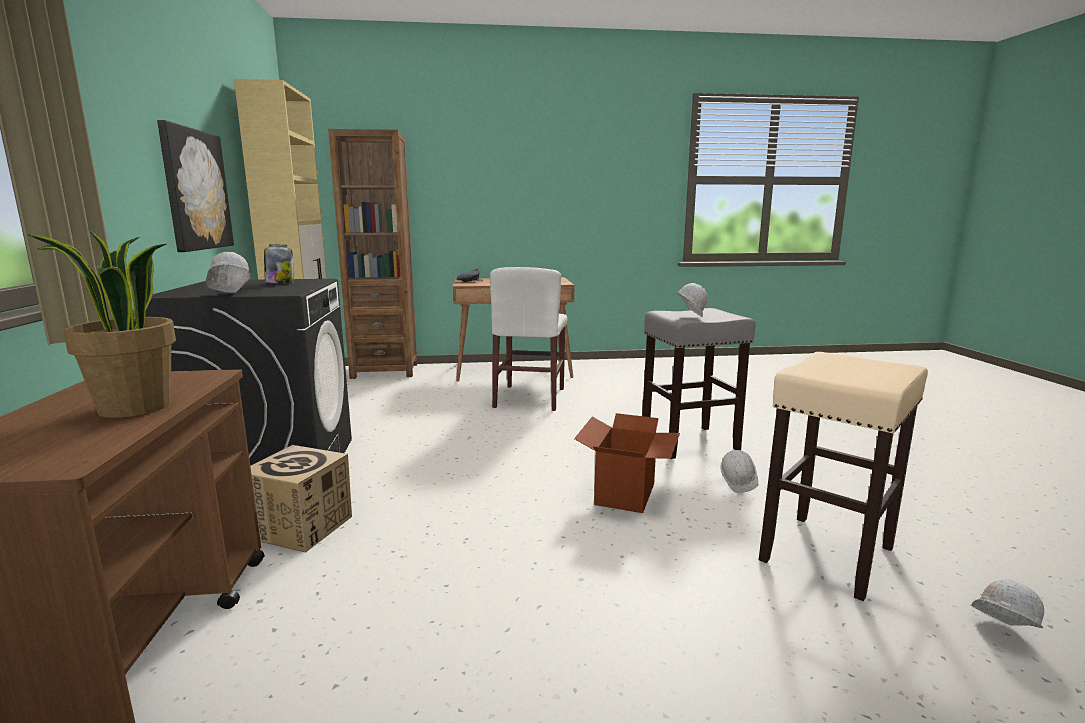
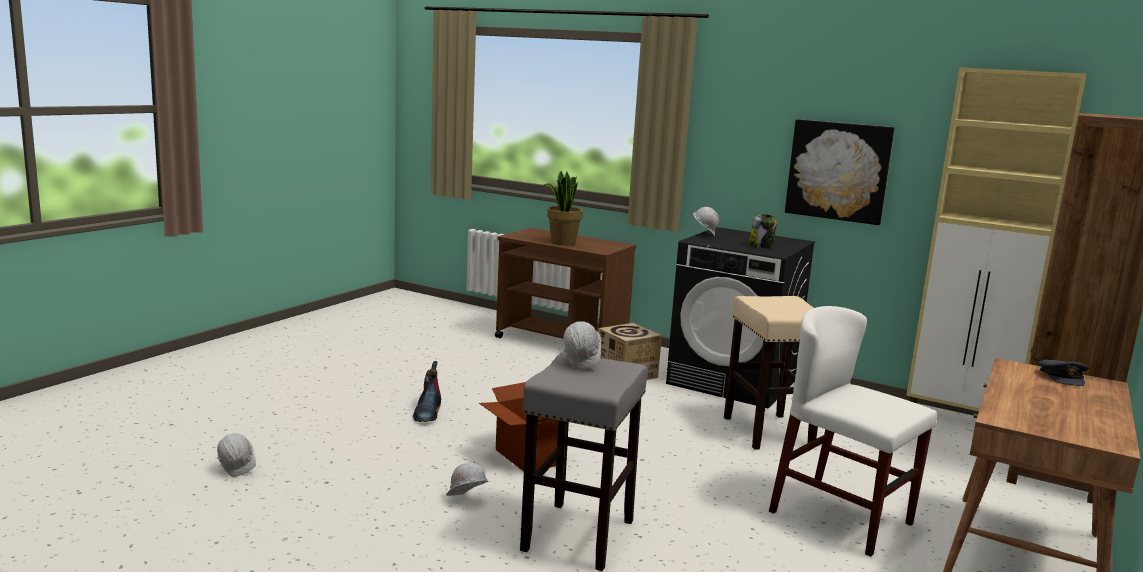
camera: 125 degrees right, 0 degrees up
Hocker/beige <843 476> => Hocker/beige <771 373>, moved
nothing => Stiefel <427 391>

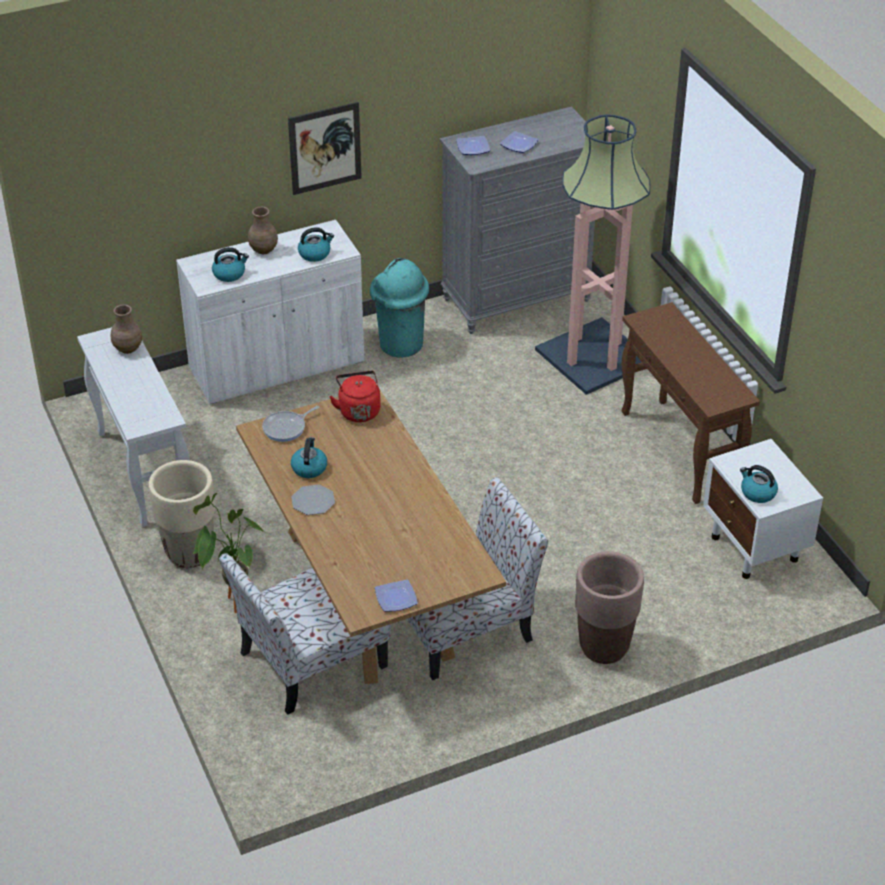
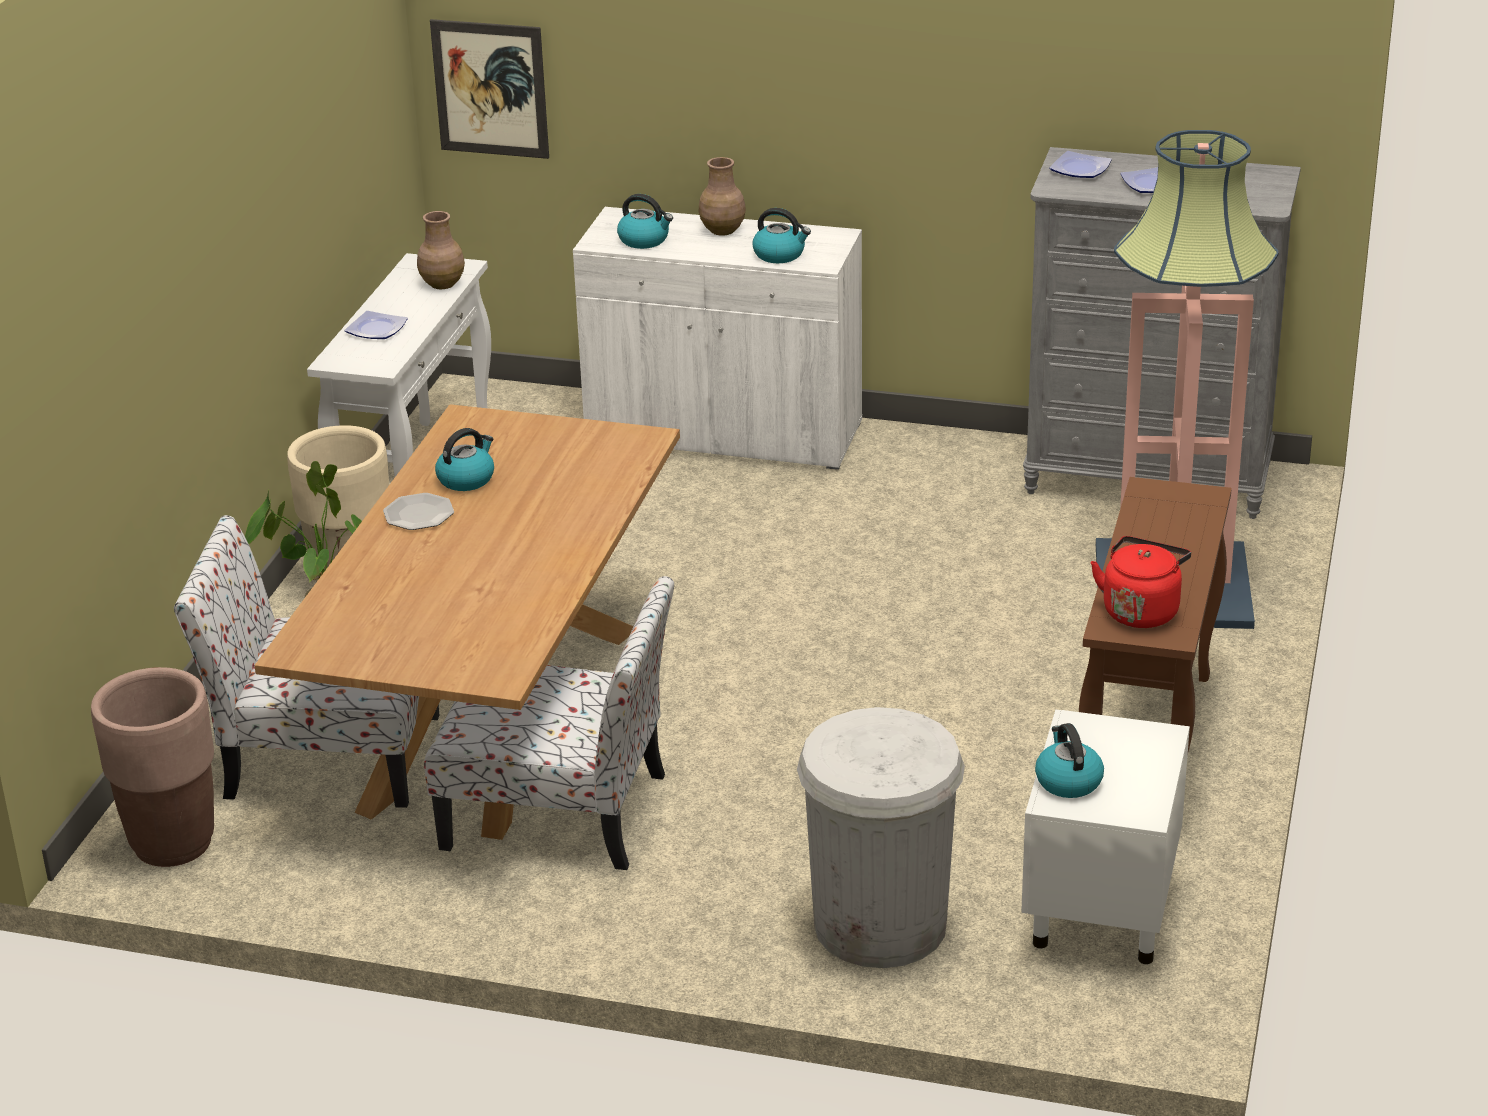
camera: 40 degrees right, 10 degrees down
Pfanne <290 424> => nothing
Bild <325 148> => Bild <489 89>, moved
Wasserkessel/rot <355 396> => Wasserkessel/rot <1141 582>, moved
Mülleimer/türkis <399 308> => nothing
Teller <396 596> => Teller <376 325>, moved
Pflanzkübel/braun <609 607> => Pflanzkübel/braun <152 767>, moved
nothing => Mülleimer/weiß <881 837>

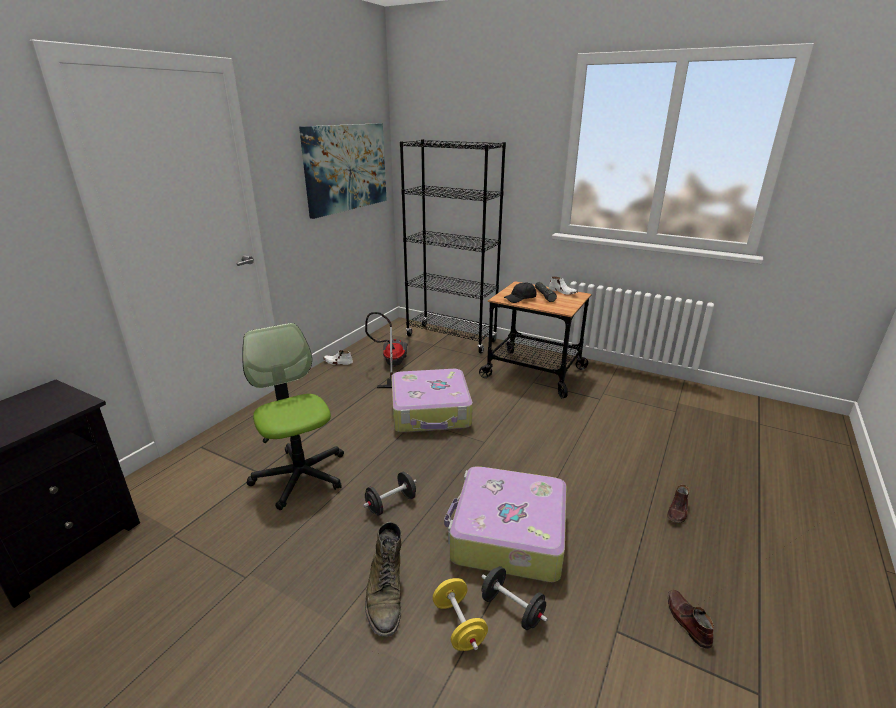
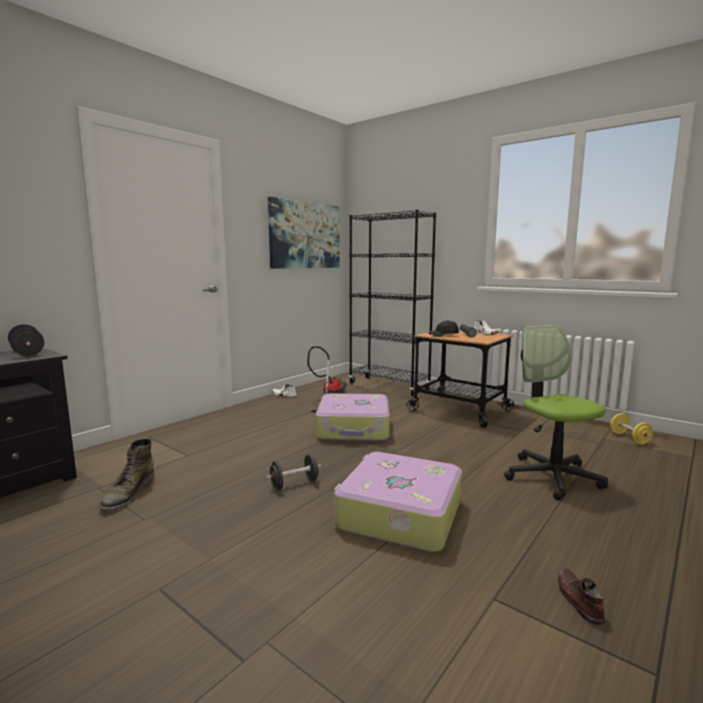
camera: 10 degrees right, 15 degrees down
Bürostuhl <293 416> => Bürostuhl <556 412>, moved
Stiefel/grün <383 579> => Stiefel/grün <127 474>, moved
Hantel/gelb <460 614> => Hantel/gelb <631 428>, moved
Hantel/schwarz <514 598> => Hantel/schwarz <26 340>, moved
Schuh/braun <678 504> => nothing

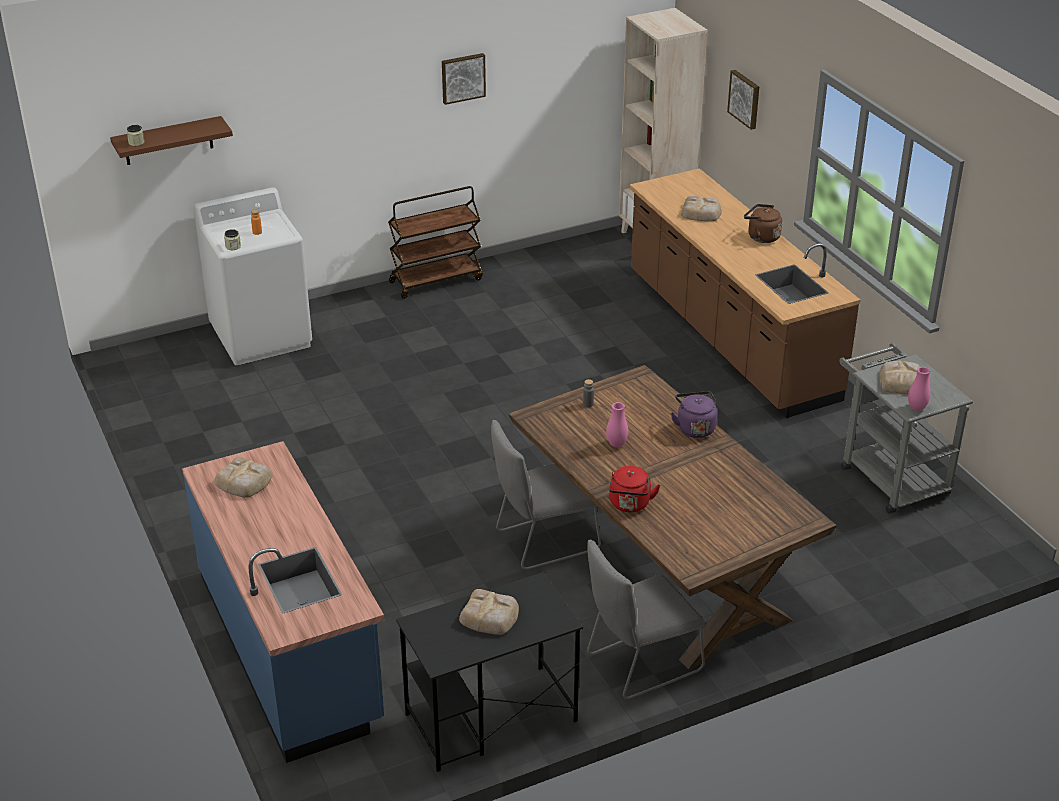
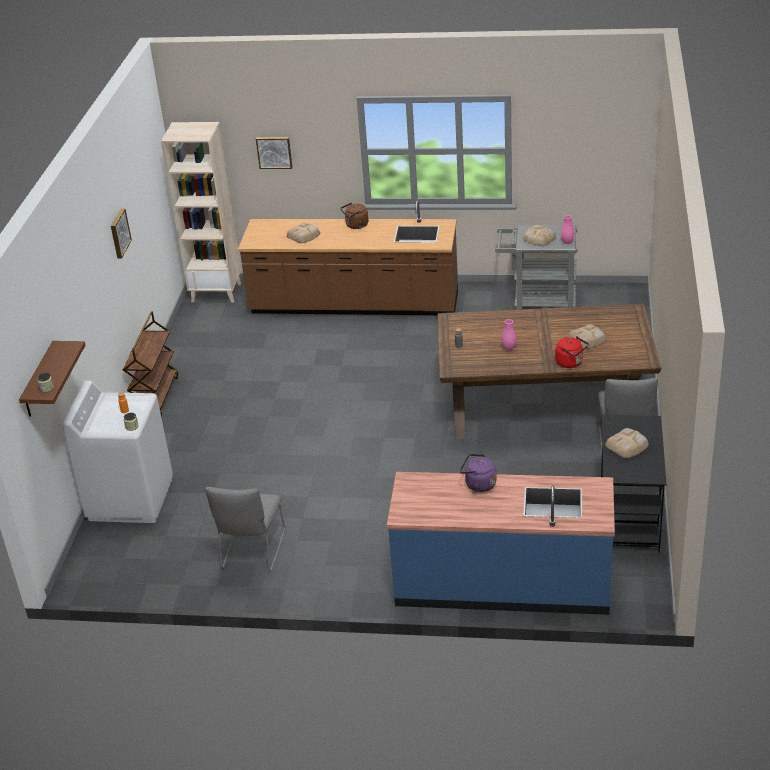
camera: 55 degrees left, 0 degrees up
Brot <243 477> => Brot <587 336>, moved
Stuhl/grau <546 495> => Stuhl/grau <245 529>, moved
Wasserkessel/lila <694 414> => Wasserkessel/lila <478 473>, moved

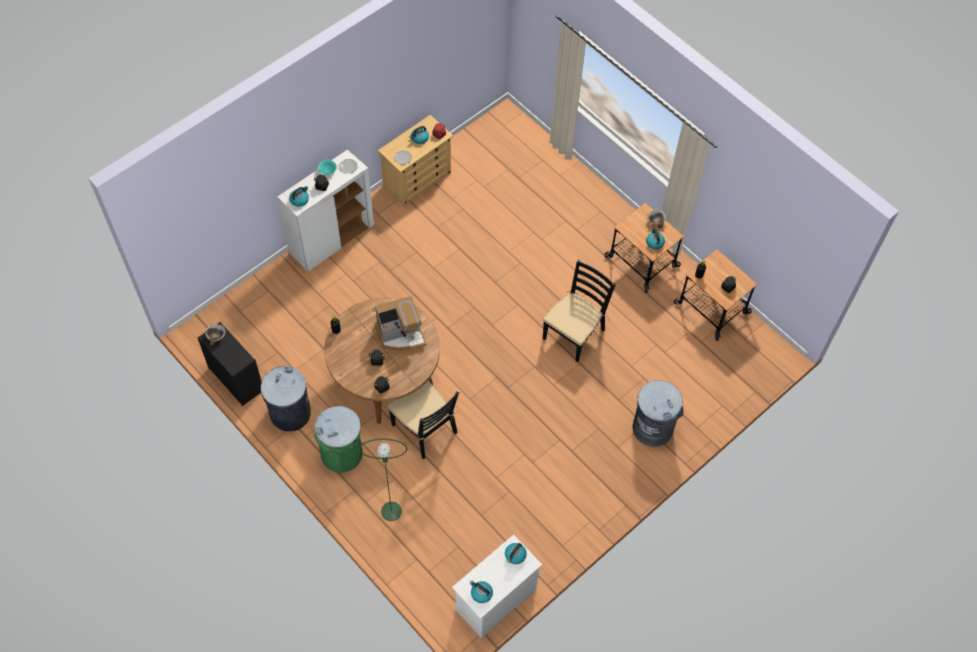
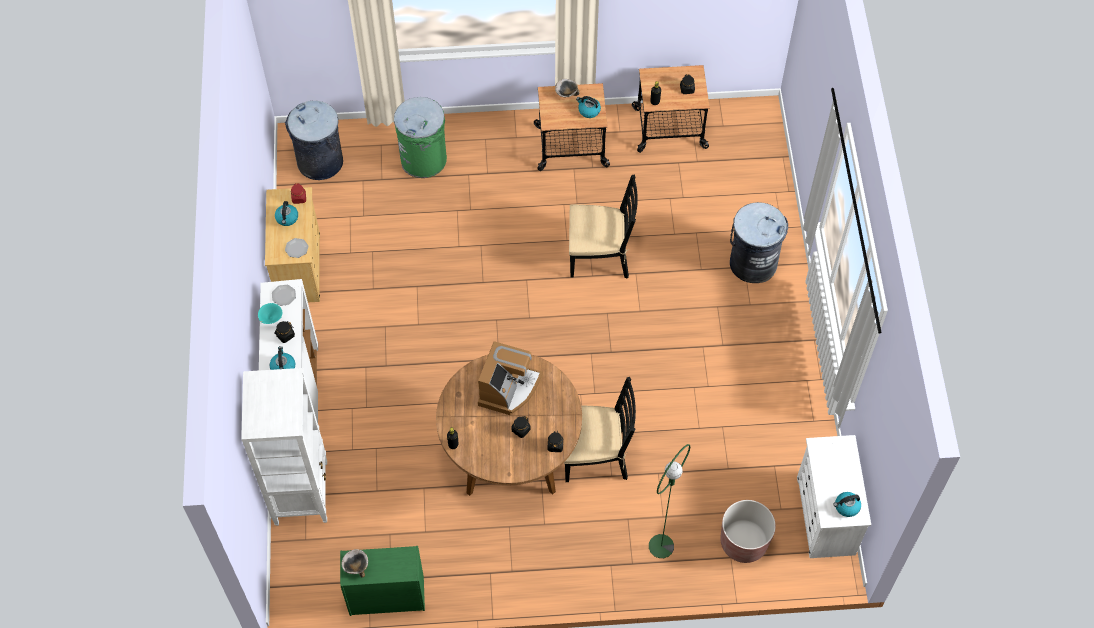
camera: 50 degrees left, 0 degrees up
Kommode/schwarz <230 364> => Kommode/grün <382 581>
Mülleimer/grau <285 398> => Mülleimer/grau <314 140>, moved
Mülleimer/grün <339 439> => Mülleimer/grün <420 137>, moved
Wasserkessel <515 553> => nothing
Stuhl/schwarz <579 311> => Stuhl/schwarz <603 227>, 105 degrees clockwise
nothing => Bücherregal/weiß <284 447>
nothing => Pflanzkübel/braun <748 531>

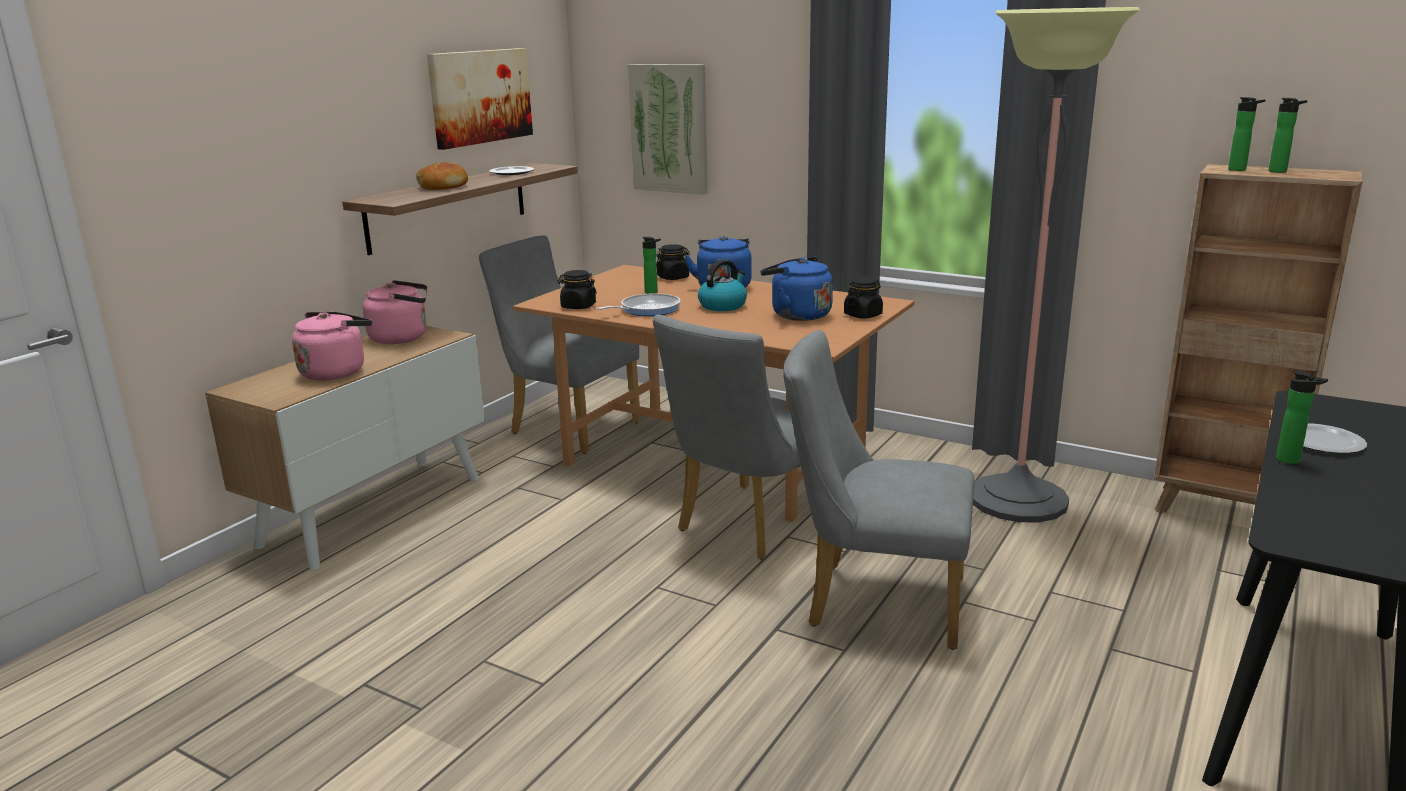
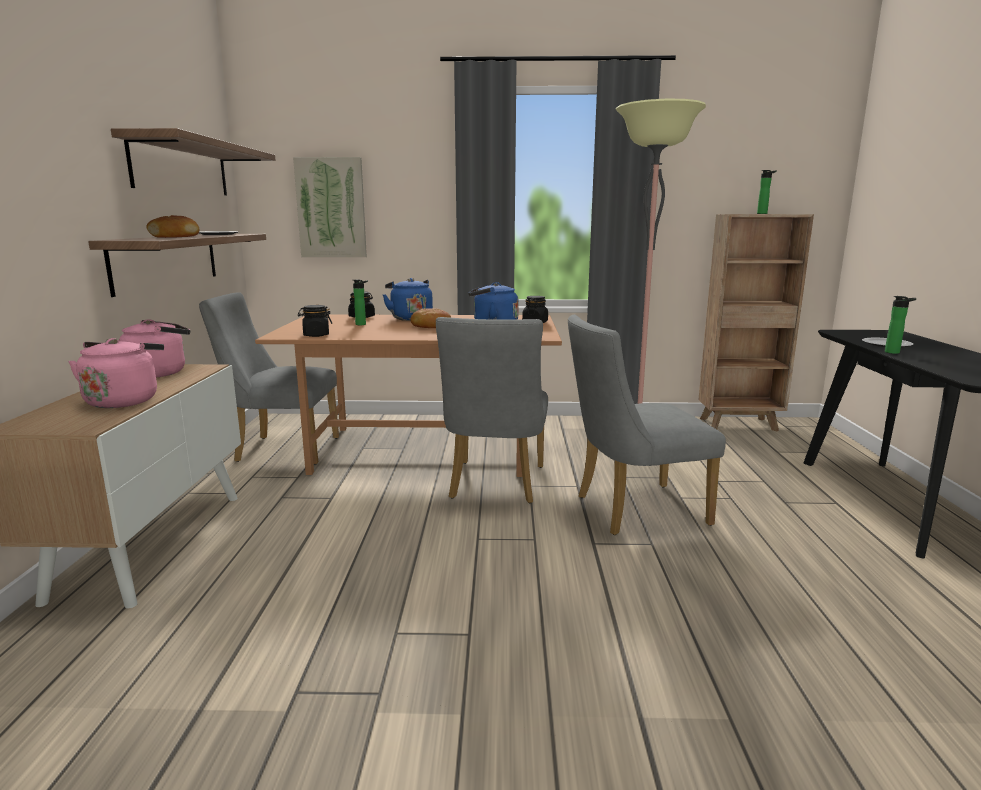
camera: 30 degrees left, 5 degrees down
Bild <480 99> => Wandregal <193 161>
Pfanne <638 304> => nothing
Wasserkessel <722 285> => Brot <430 318>
Flasche <1247 134> => nothing

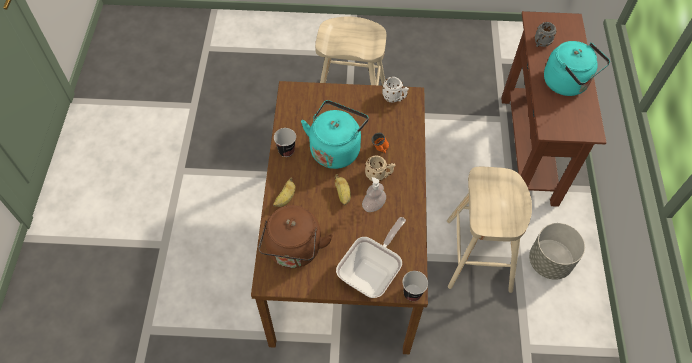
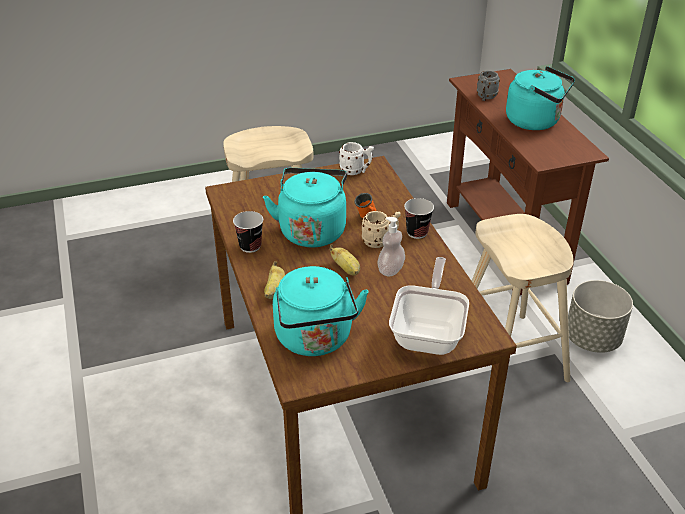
camera: 20 degrees left, 20 degrees down
Wasserkessel/braun <295 236> => Wasserkessel/türkis <321 311>
Tasse <415 286> => Tasse <419 218>, moved

